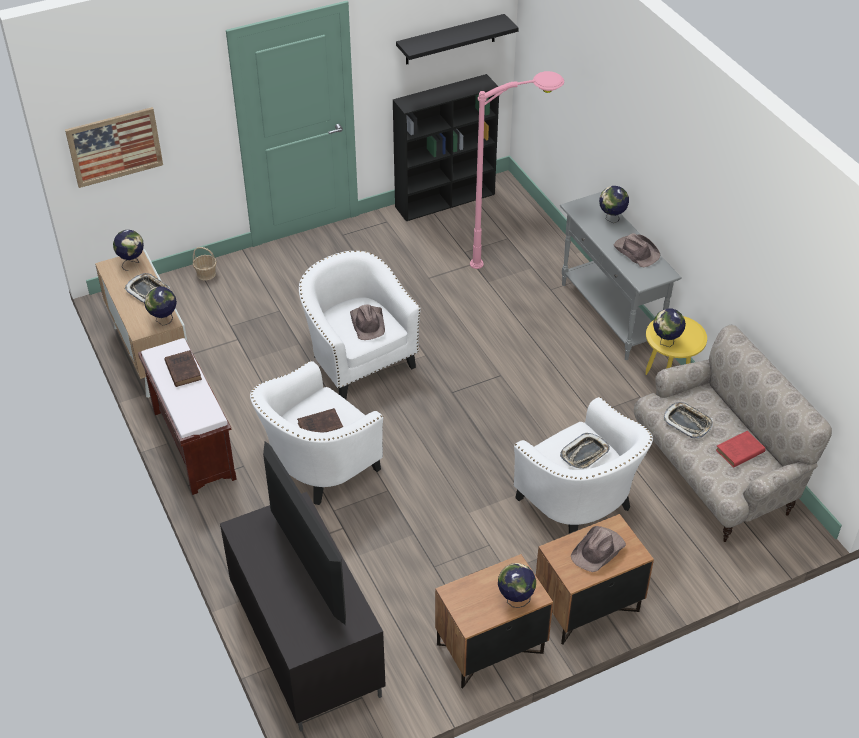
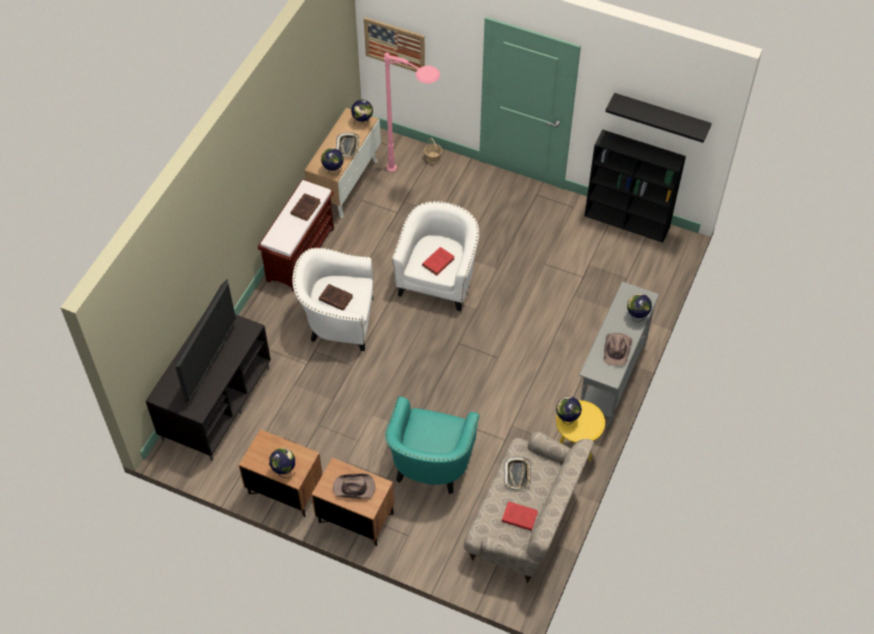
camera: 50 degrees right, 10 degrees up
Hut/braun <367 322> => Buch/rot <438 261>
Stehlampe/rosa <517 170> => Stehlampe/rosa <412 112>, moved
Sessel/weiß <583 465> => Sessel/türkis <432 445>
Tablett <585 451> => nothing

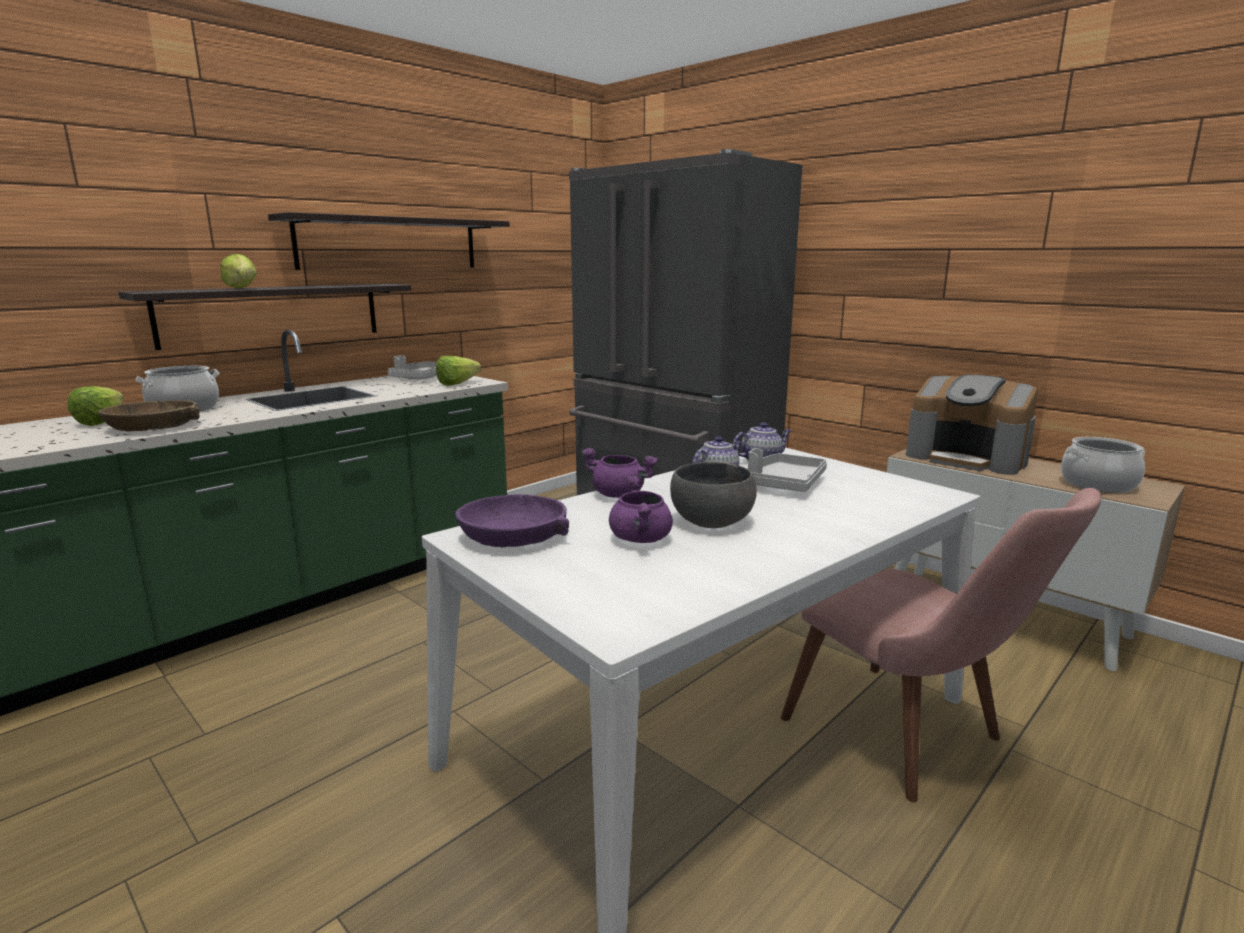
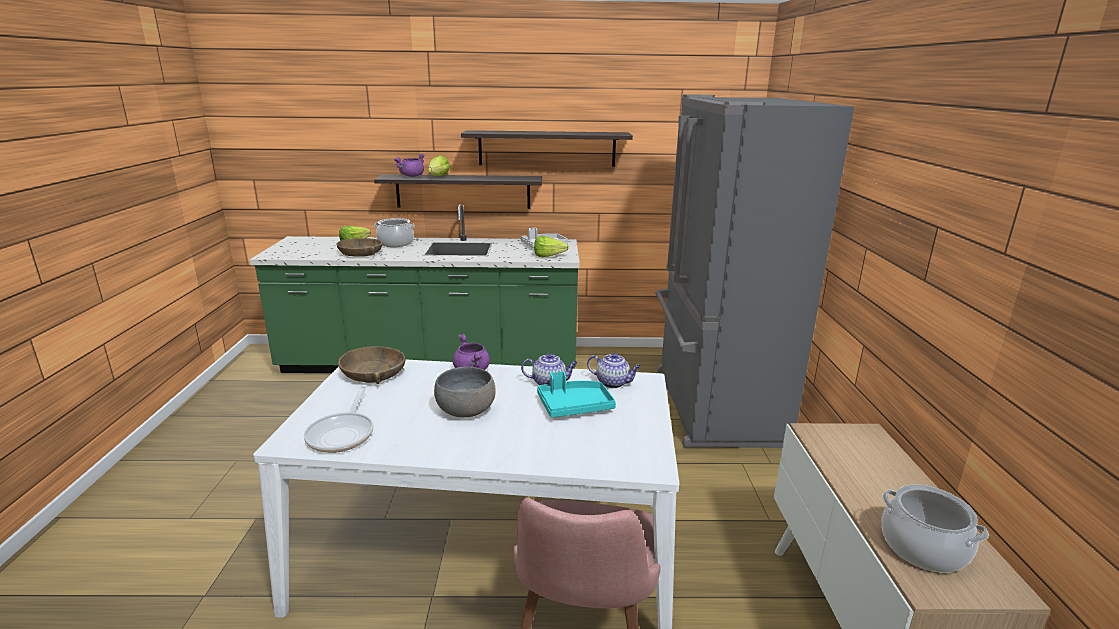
camera: 45 degrees right, 5 degrees up
Schüssel/lila <512 520> => Schüssel/braun <372 365>
Kochtopf/lila <641 509> => Kochtopf/lila <409 165>, moved
Tablett/grau <787 470> => Tablett/türkis <576 394>
Kaffeemaschine <972 425> => nothing
nothing => Pfanne <338 419>

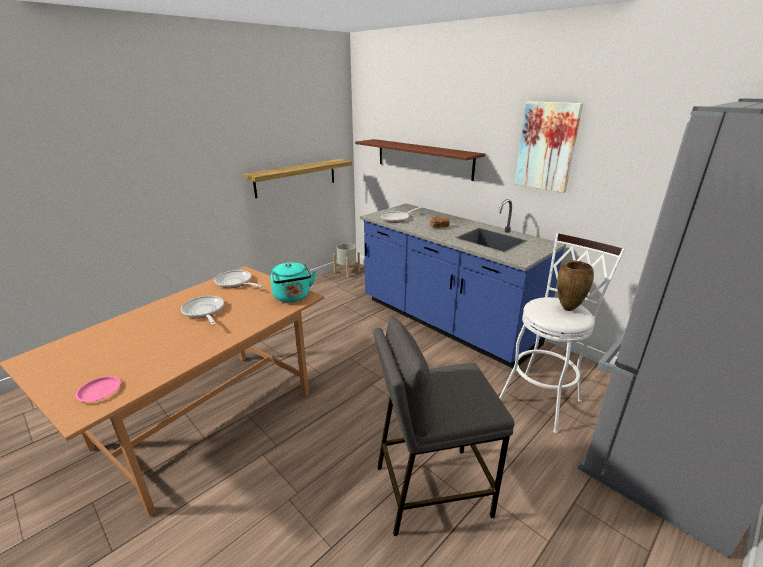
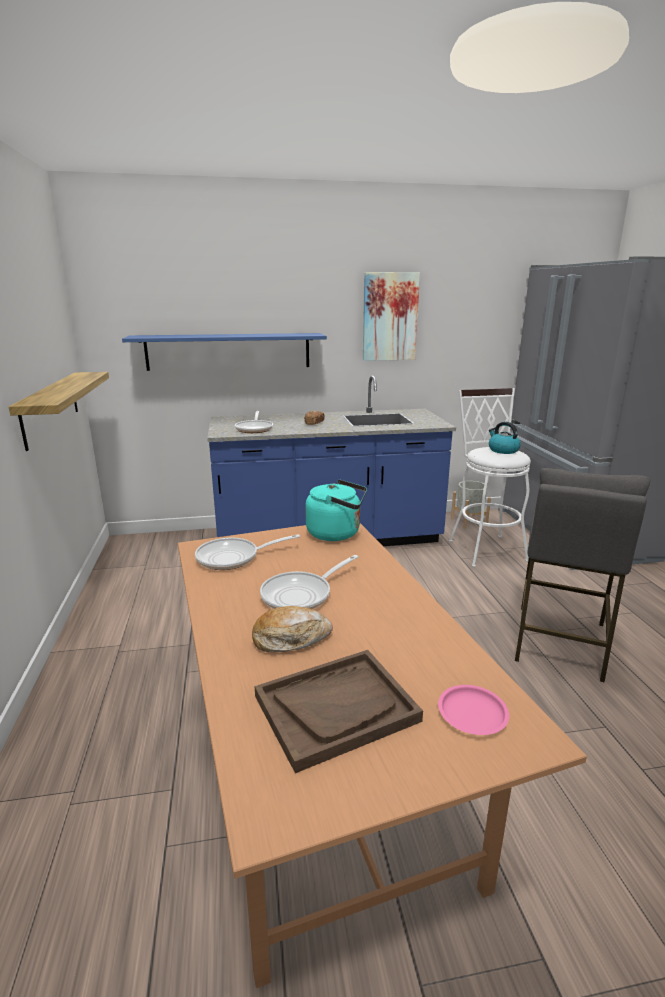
camera: 55 degrees left, 5 degrees down
Pfanne <202 310> => Pfanne <309 582>, 45 degrees counterclockwise
Pflanzkübel/grau <346 260> => Pflanzkübel/grau <471 505>, moved
Wandregal/braun <420 160> => Wandregal/blau <224 352>
Vase/braun <575 286> => Wasserkessel <505 438>
nothing => Brot <292 629>
nothing => Tablett/braun <339 711>

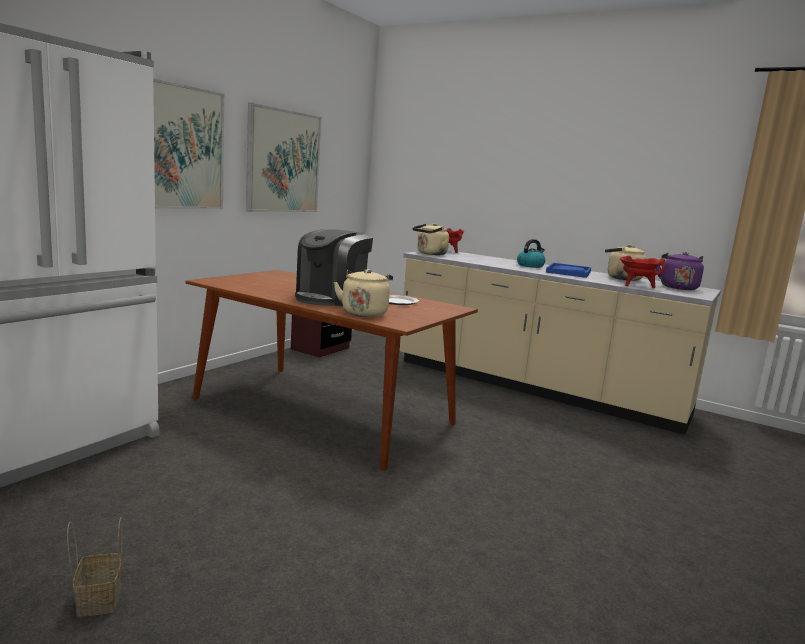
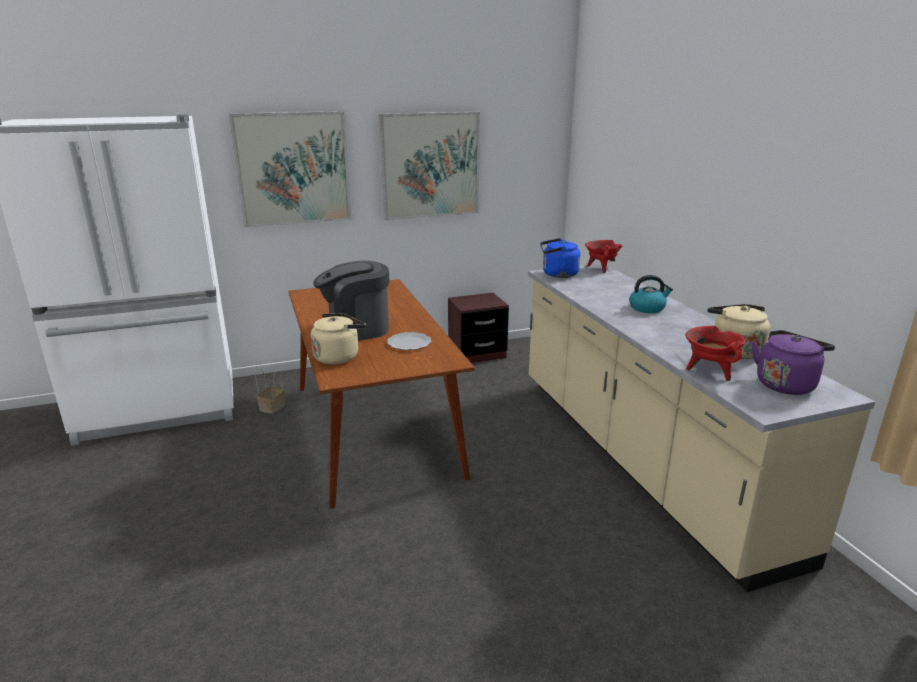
camera: 40 degrees right, 10 degrees up
Korb <95 567> => Korb <270 390>, moved
Wasserkessel/beige <431 239> => Wasserkessel/blau <560 258>
Tablett/blau <568 270> => nothing

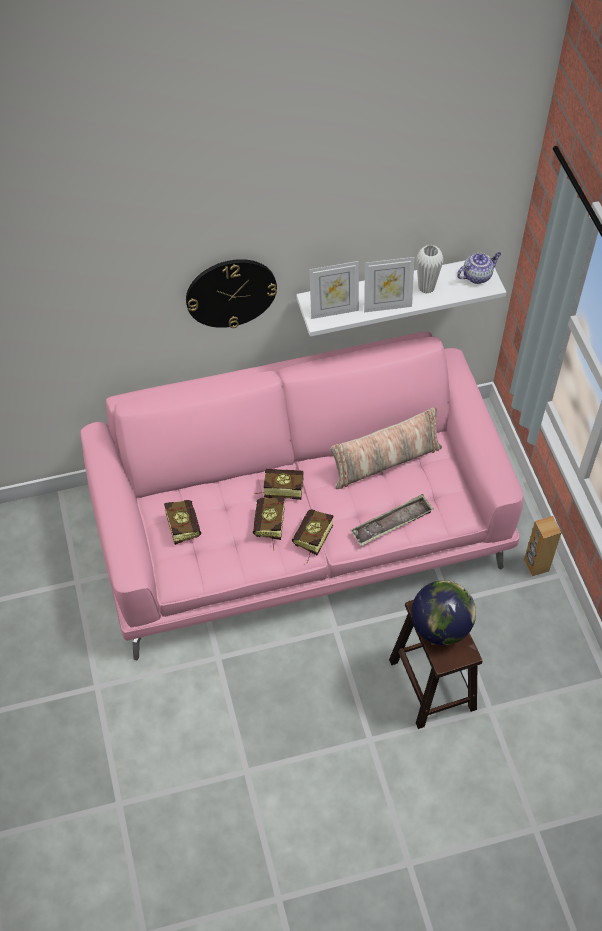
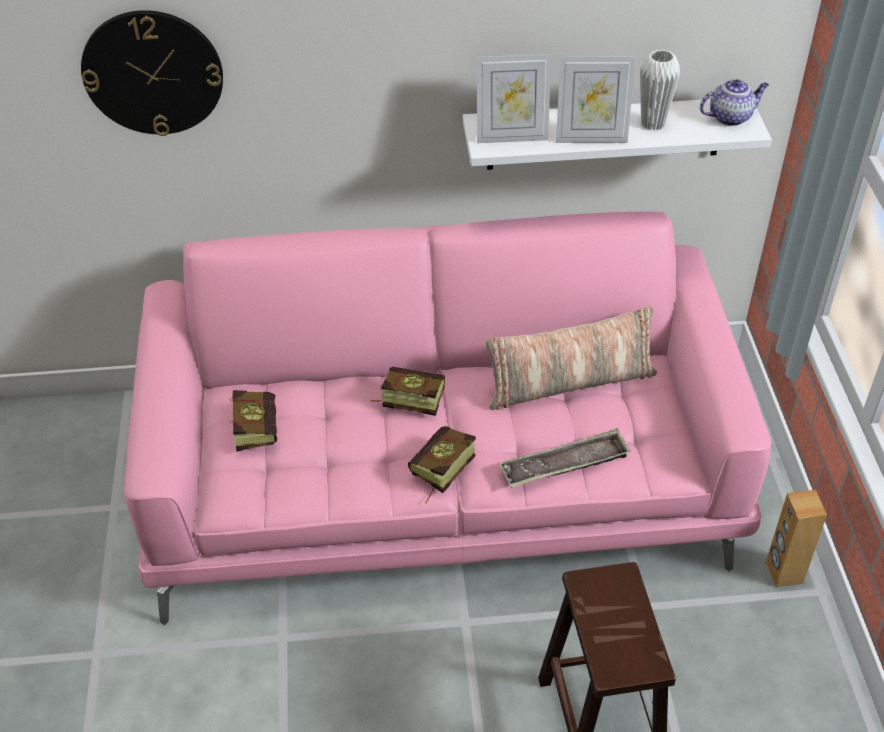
camera: 10 degrees right, 10 degrees down
Wanduhr <231 293> => Wanduhr <152 73>, moved
Buch <269 523> => nothing
Globus <443 612> => nothing

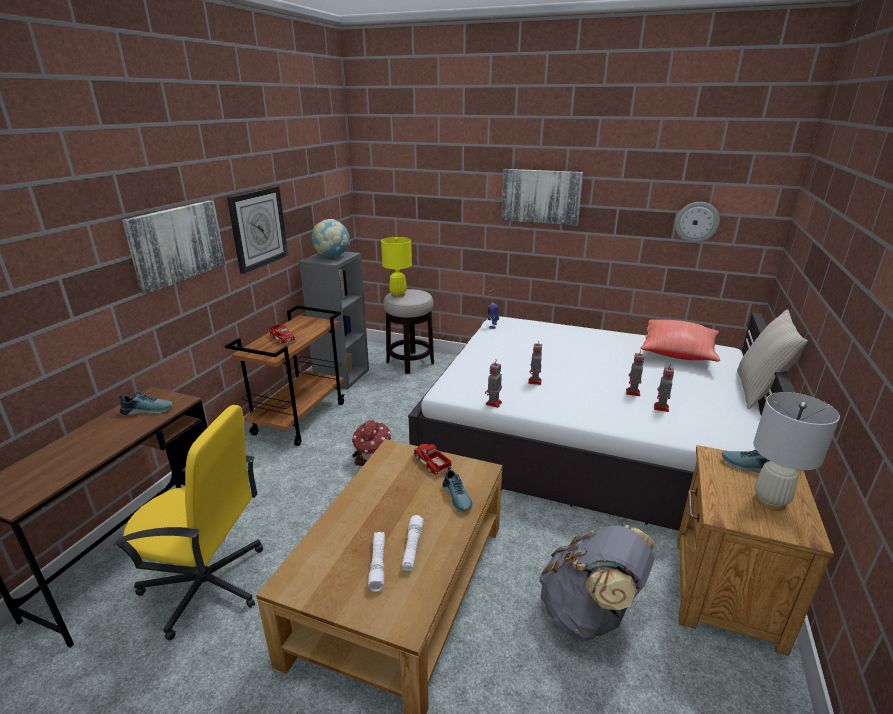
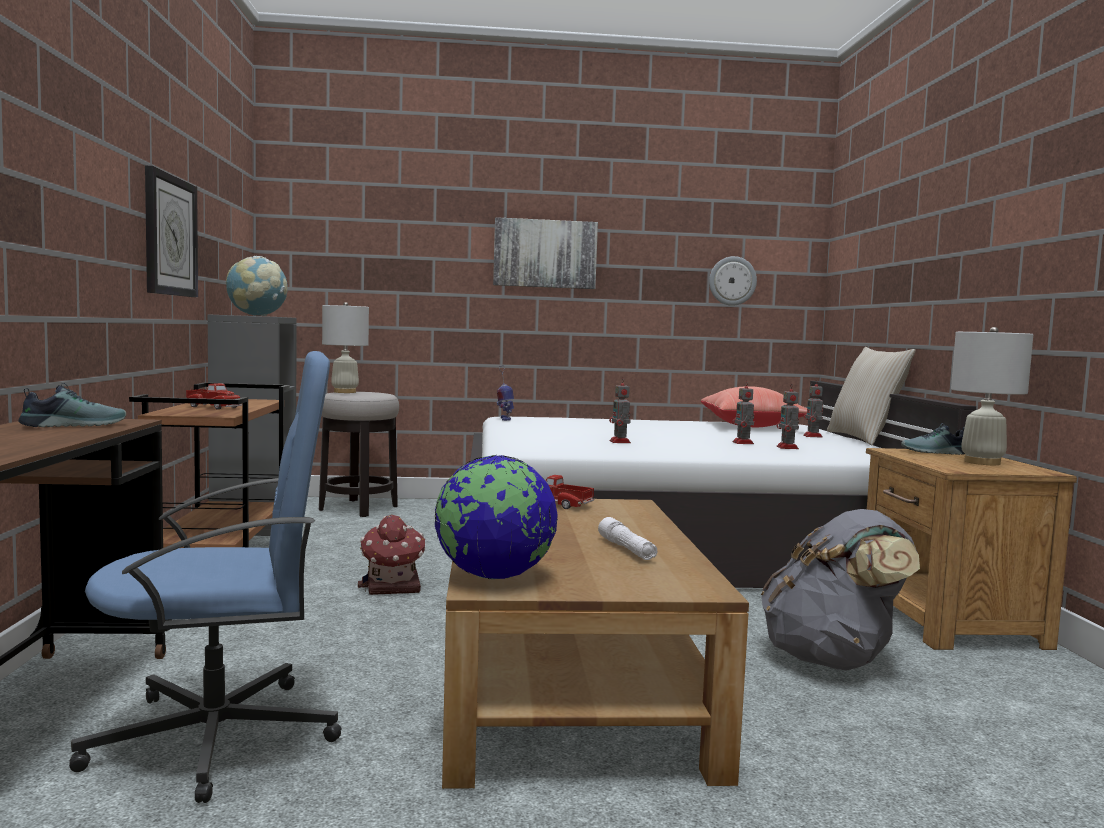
camera: 25 degrees left, 20 degrees down
Bürostuhl/gelb <188 522> => Bürostuhl/blau <205 577>
Bild <174 247> => nothing
Taschenlampe/weiß <376 562> => nothing
Tischlampe/gelb <396 267> => Tischlampe/weiß <345 347>
Schuh <458 489> => nothing
Spielzeugroboter <493 384> => Spielzeugroboter <813 408>, moved
nothing => Globus <496 517>

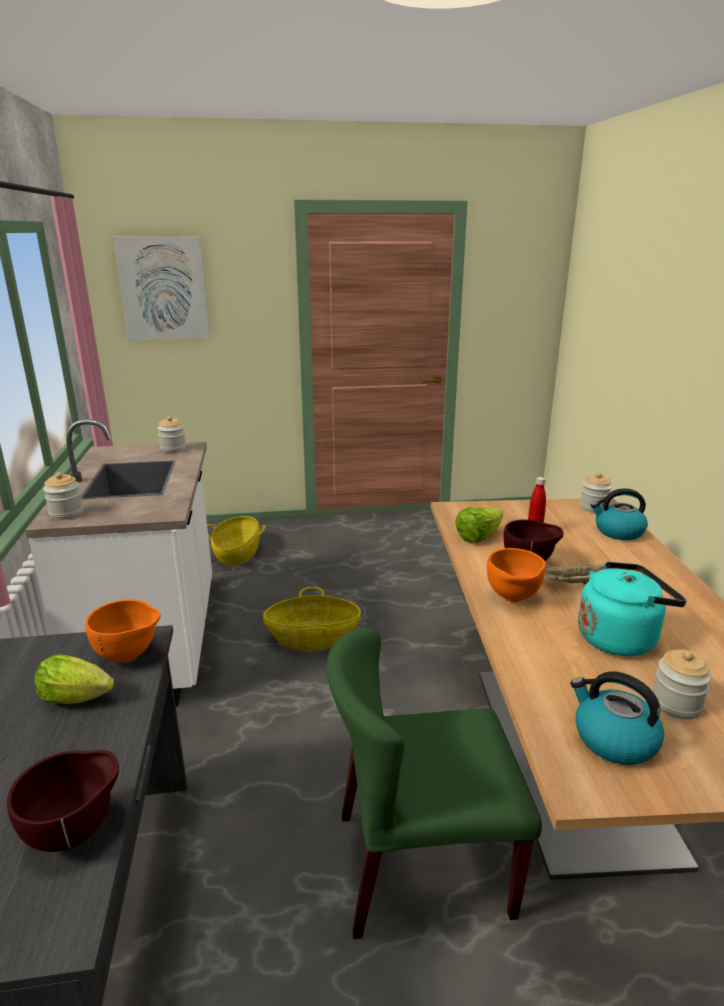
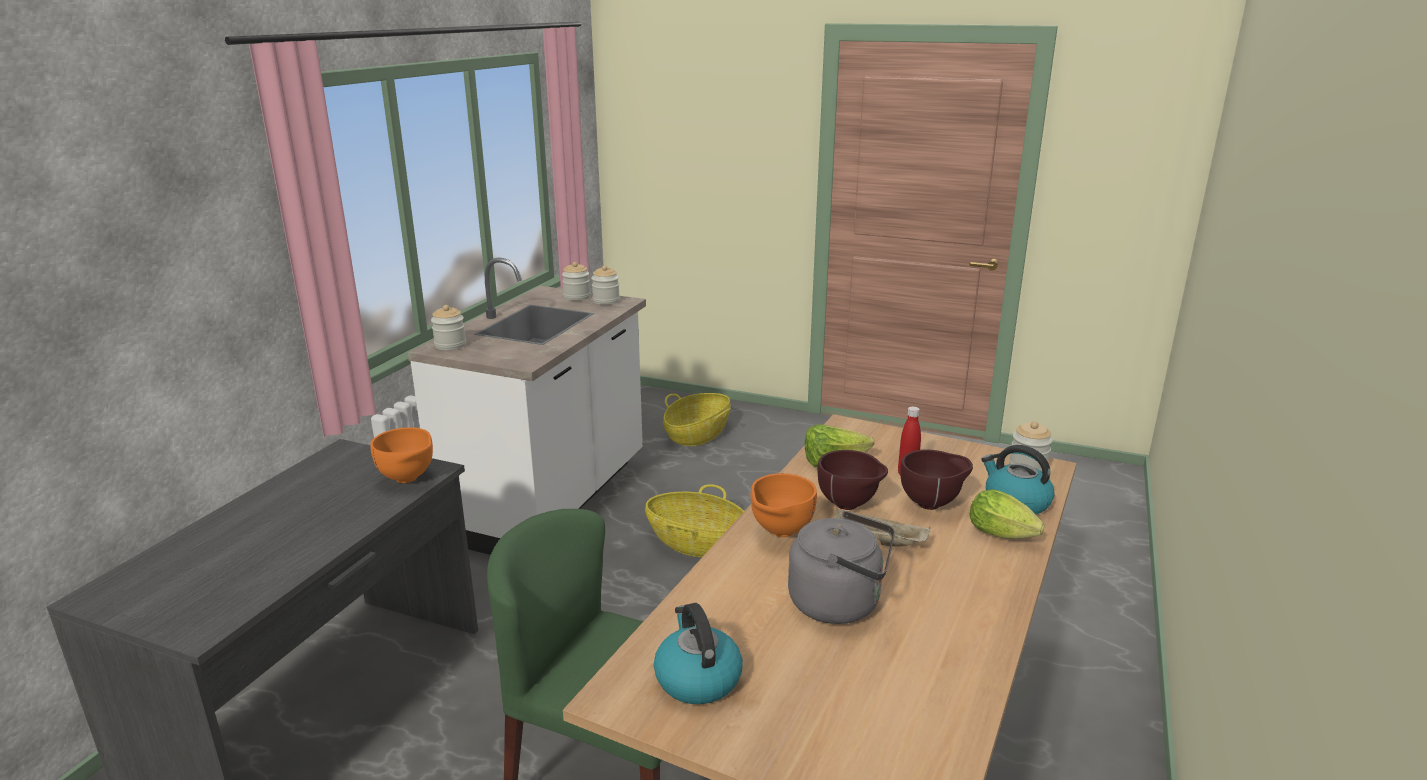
camera: 30 degrees right, 0 degrees up
Schüssel/braun <63 801> => Schüssel/braun <937 479>, moved
Salatkopf <74 679> => Salatkopf <1007 514>, moved
Bild <161 288> => nothing
Wasserkessel/türkis <632 609> => Wasserkessel/grau <841 567>
Vorratsglas <682 684> => Vorratsglas <576 281>, moved

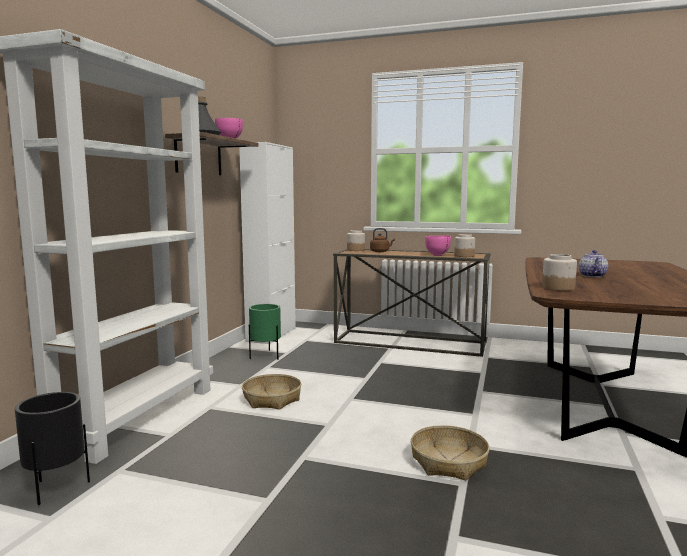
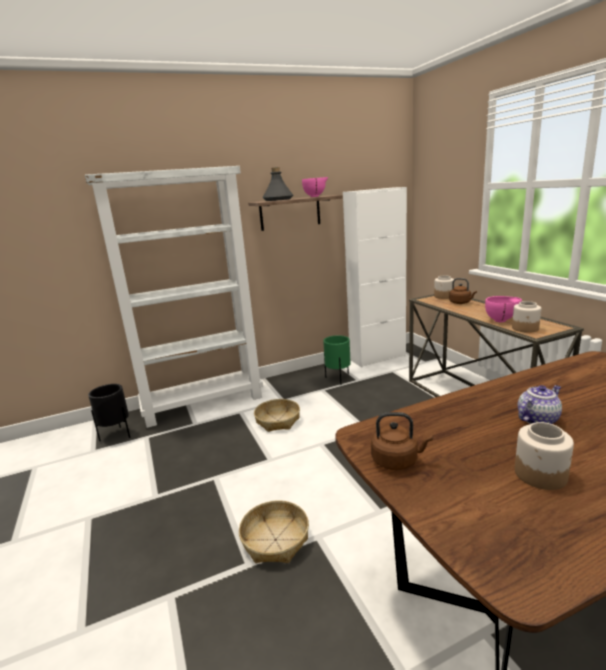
camera: 50 degrees right, 10 degrees up
Vorratsglas <559 272> => Vorratsglas <544 456>, moved
nothing => Wasserkessel/braun <402 441>

